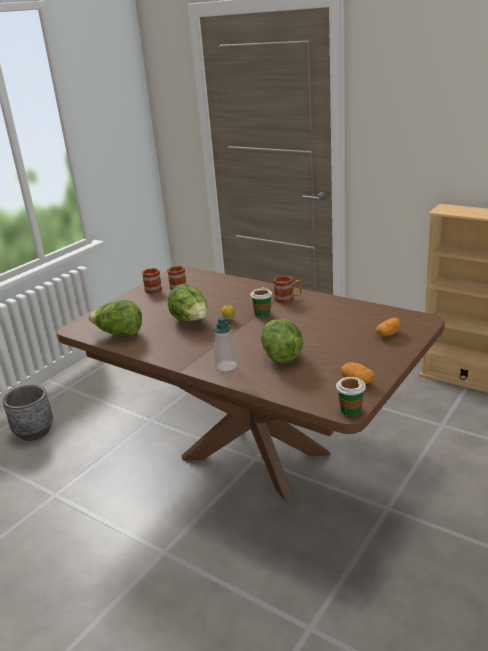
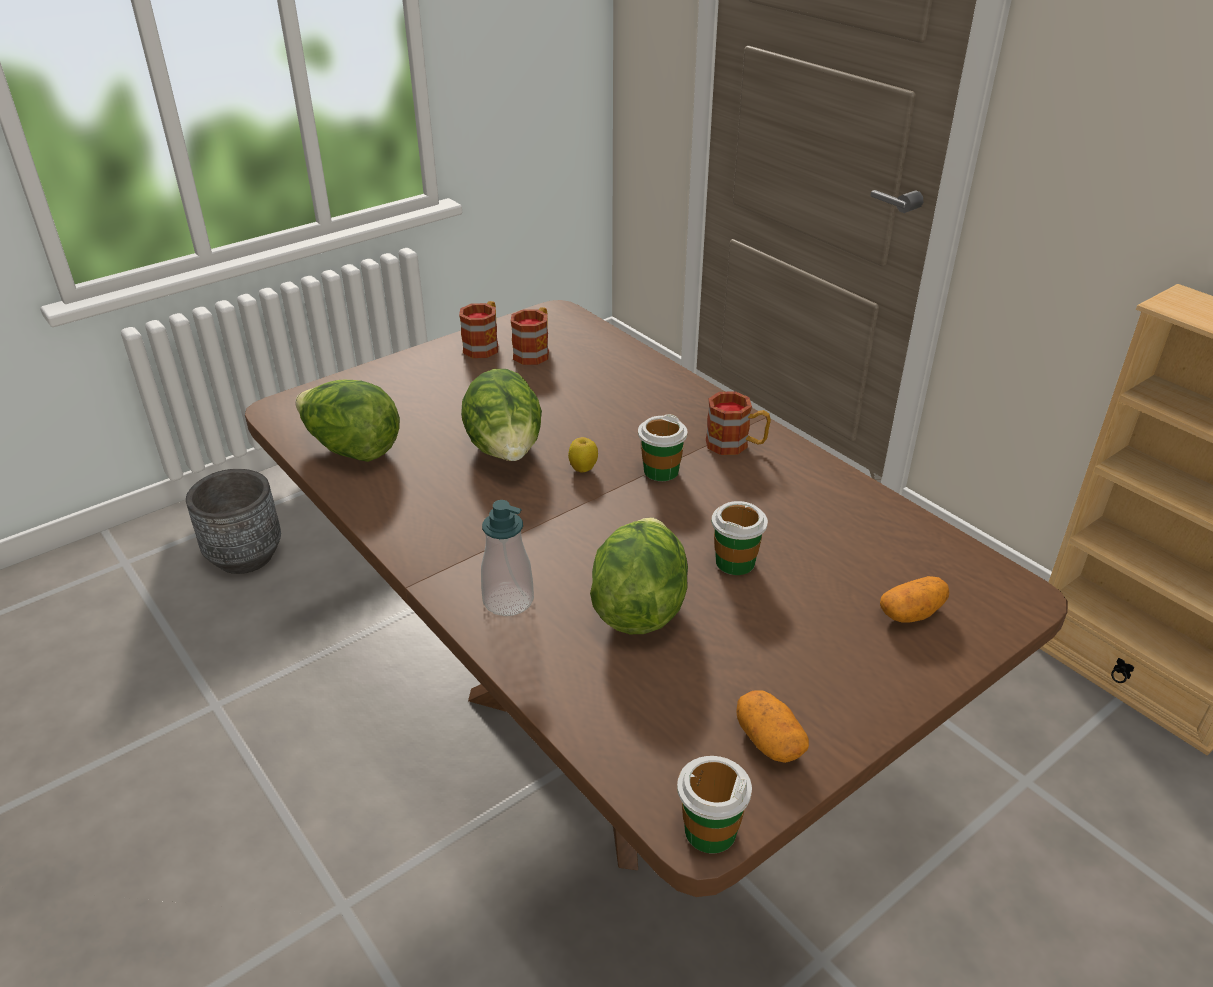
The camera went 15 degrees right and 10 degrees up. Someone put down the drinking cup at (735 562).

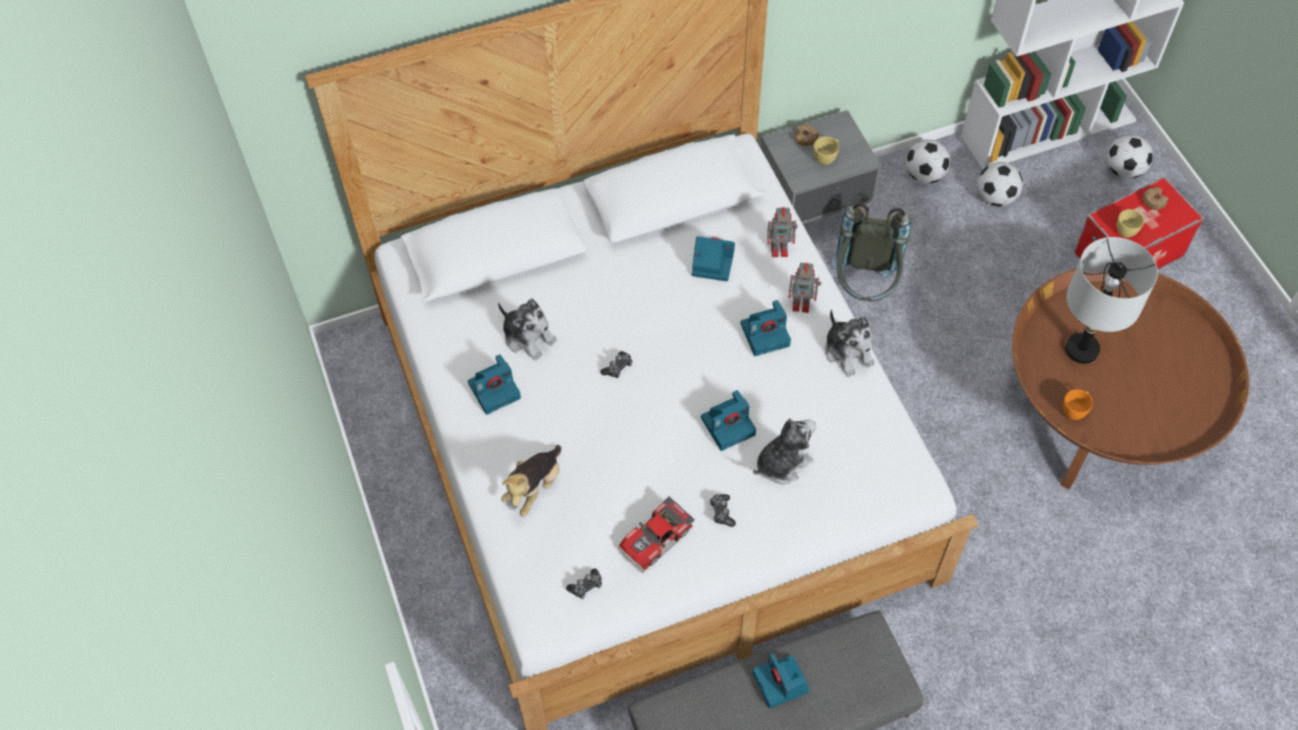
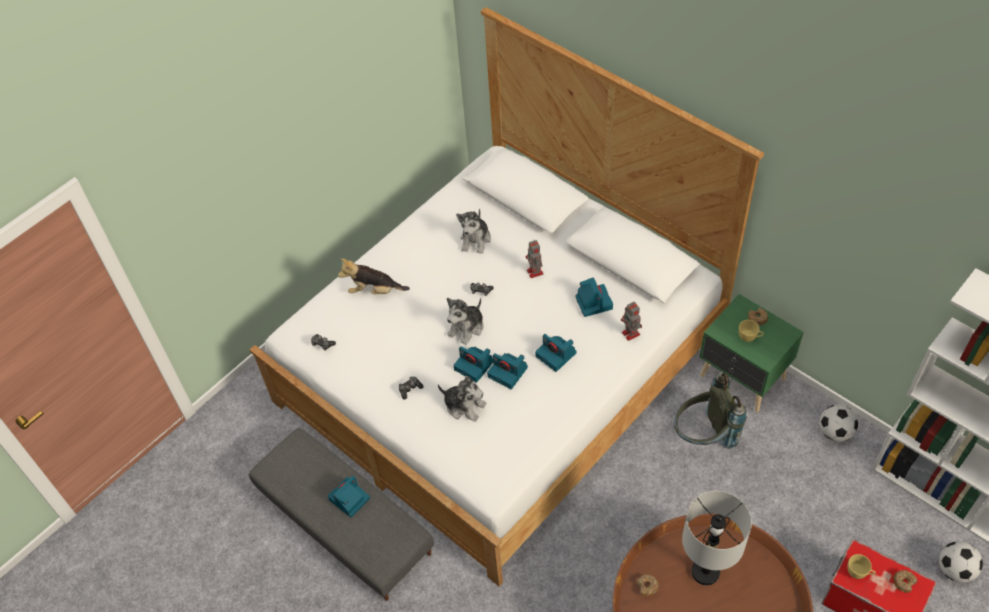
The camera went 65 degrees right and 5 degrees down. Someone carried the photo camera from (495 389) to (508 372). Someone took away the toy car at (657 540). Someone repainted the grey night table at (813 216), which became the green-coloured night table at (742 379). Someone carried the model robot from (802 304) to (535 272). Someone carried the cuddly toy from (848 352) to (467 328). Someone took away the football at (995 198). Someone swapped the orange drinking cup at (1075 410) for the ring doughnut at (647 587).

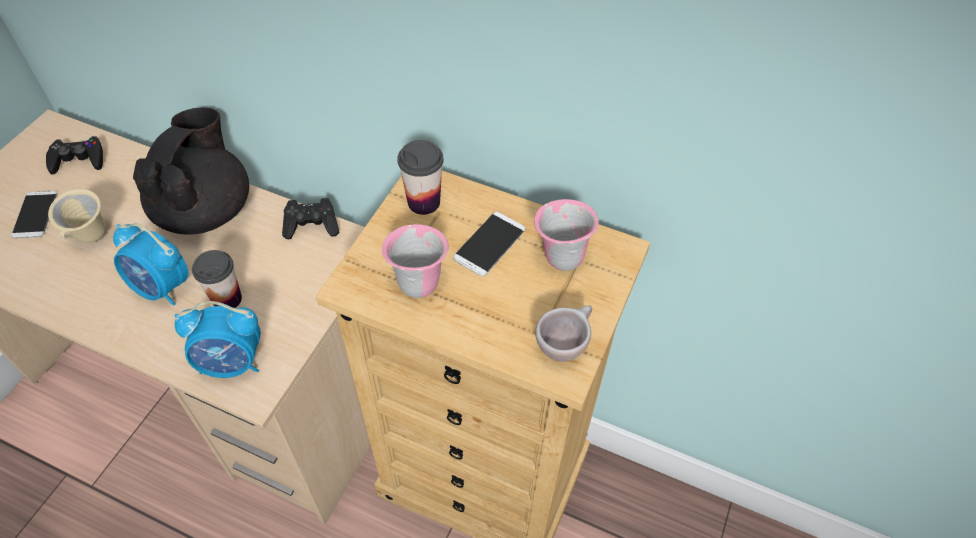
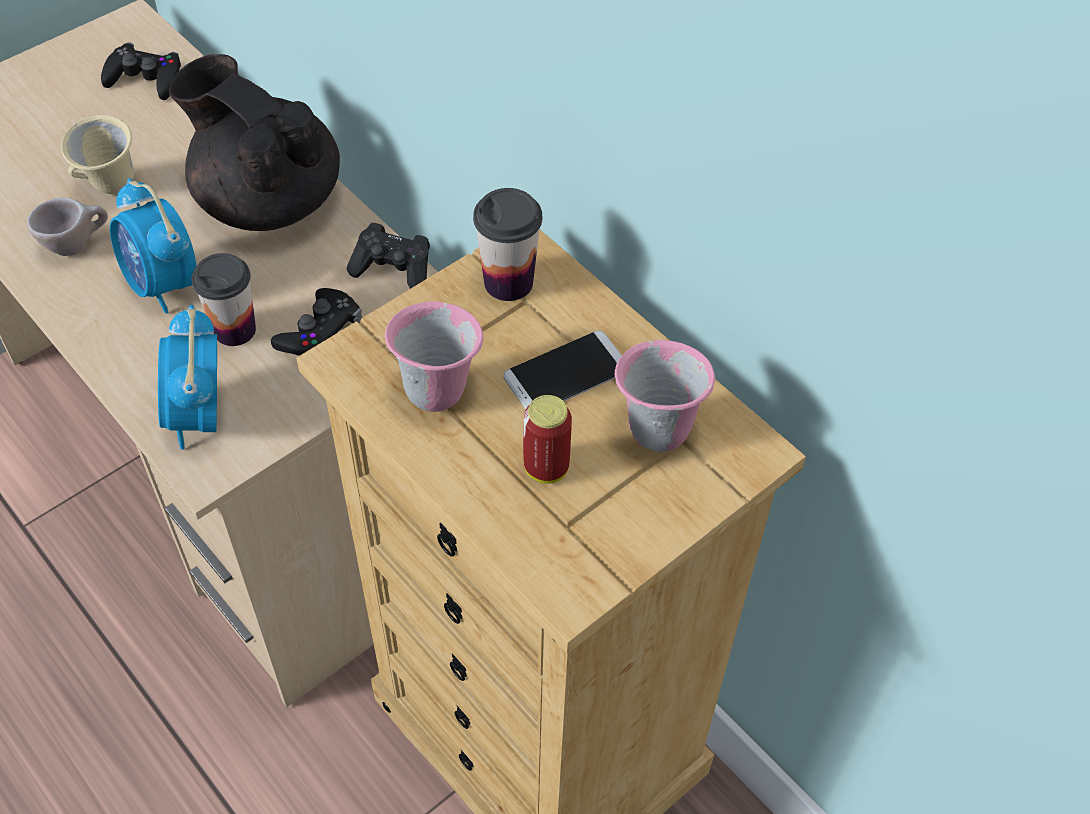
The camera went 25 degrees right and 0 degrees up. Someone took away the phone at (35 215). Someone rotated the black-coloured tea pot at (206 210) by 90 degrees counterclockwise. Someone rotated the alarm clock at (232 362) by 60 degrees clockwise. Someone carried the sand-coloured drinking cup from (564 345) to (77 245). Someone put down the black-coloured joypad at (320 332). Someone put down the sealed can at (546 468).

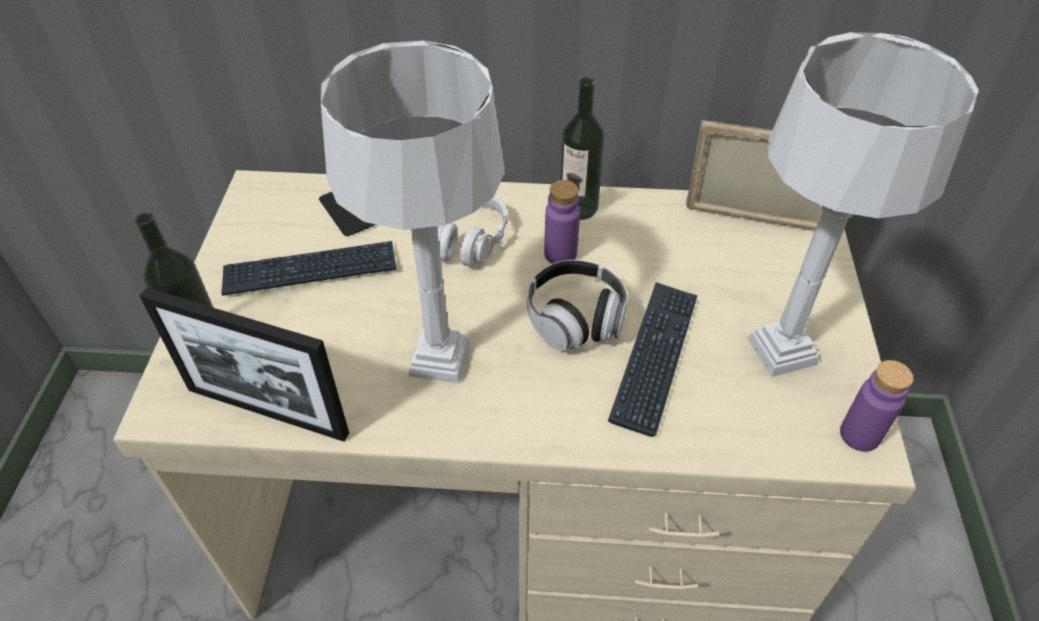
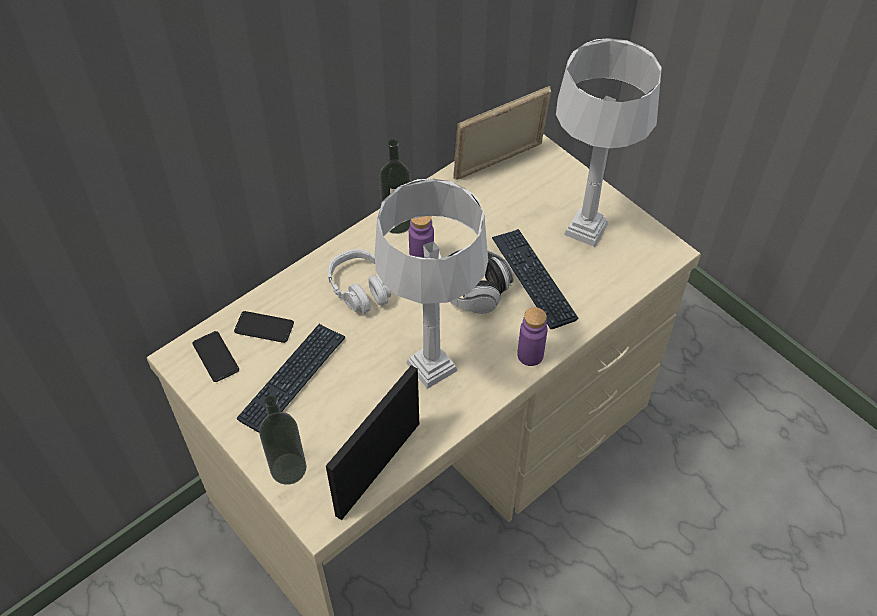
The camera went 45 degrees left and 5 degrees up. Someone rotated the photo frame at (267 411) by 150 degrees clockwise. Someone carried the purple drink bottle from (859 434) to (530 355). Someone put down the phone at (216 357).

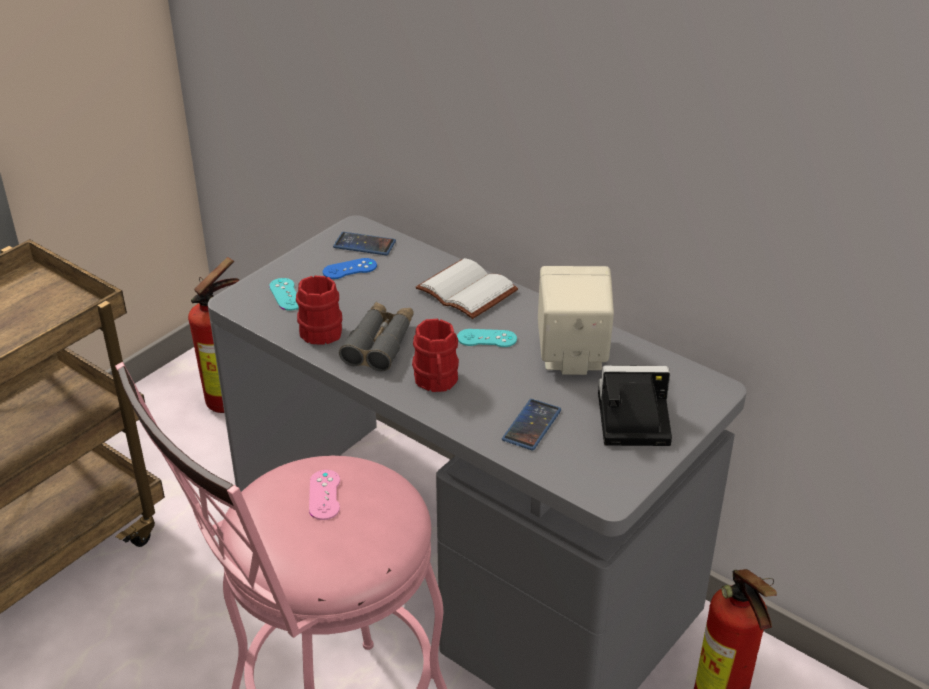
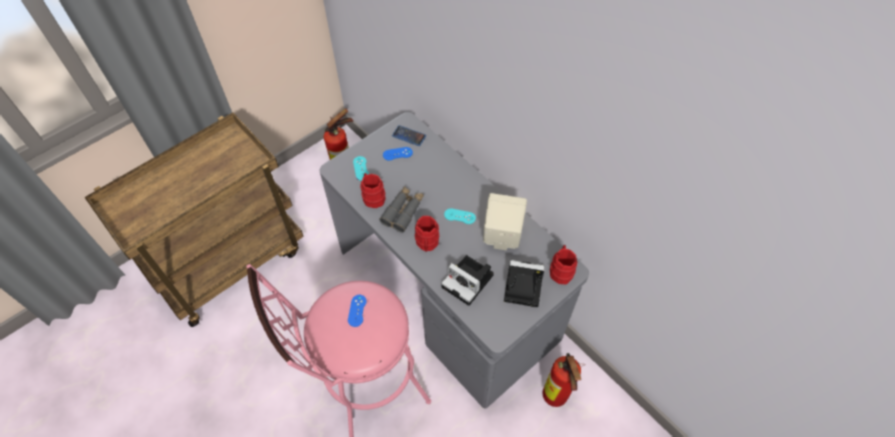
The camera went 10 degrees right and 20 degrees up. Someone repainted the pink-coloured joypad at (324 495), which became the blue-coloured joypad at (357 310). Someone took away the white volume at (464 291). Someone swapped the phone at (532 425) for the photo camera at (469 281). Someone put down the red tea mug at (561 270).

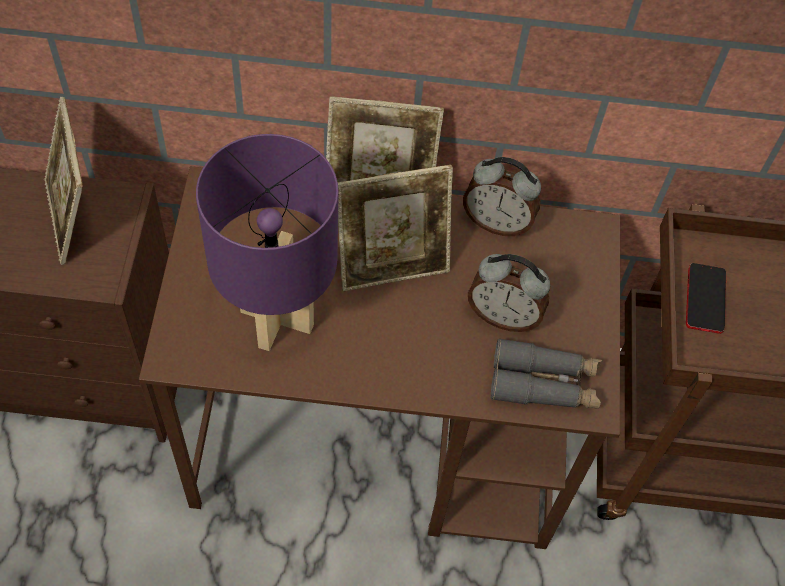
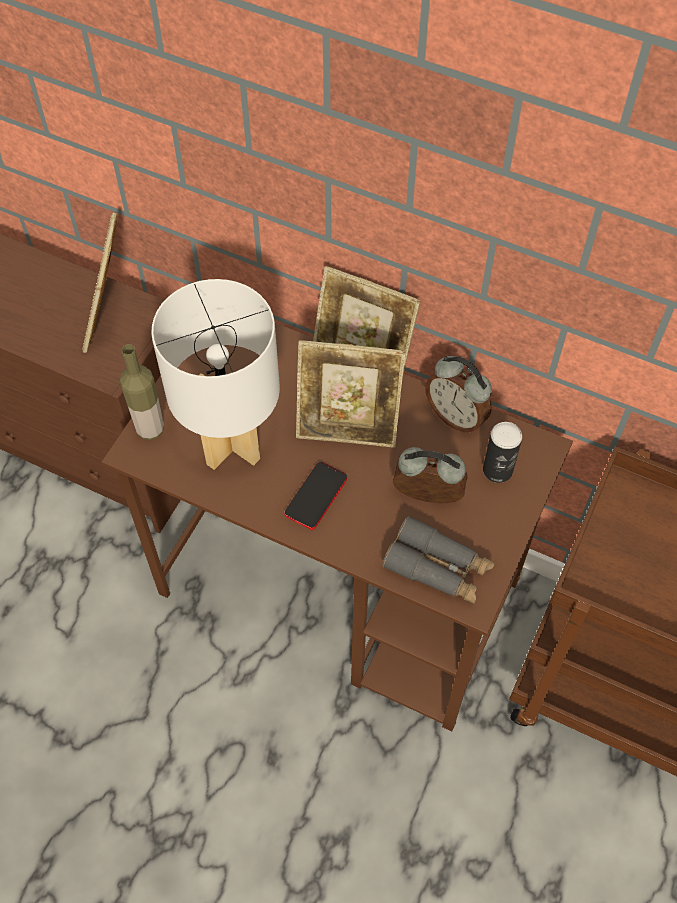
The camera went 25 degrees right and 0 degrees up. Someone repainted the purple table lamp at (277 317), which became the white table lamp at (232 443). Someone rotated the alarm clock at (503 315) by 150 degrees clockwise. Someone carried the phone from (705 299) to (316 496). Someone put down the drink bottle at (150 429). Someone put down the sealed can at (497 470).

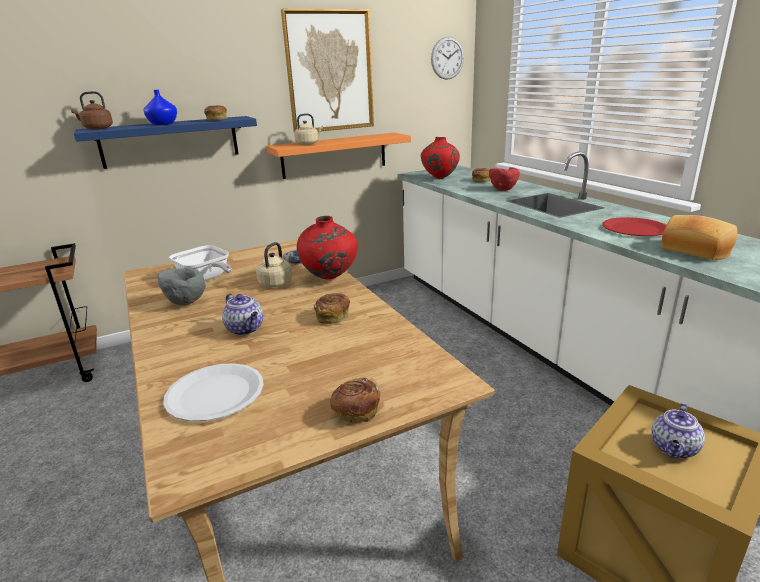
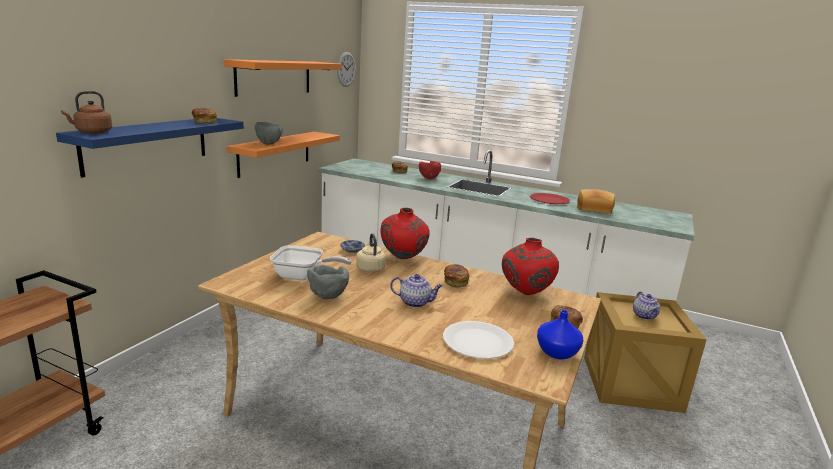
The camera went 40 degrees left and 5 degrees down. Someone carried the blue-coloured vase from (163 124) to (558 353). Someone swapped the wall picture at (329 72) for the orange shelf at (274 77). Someone swapped the sand-coloured tea kettle at (308 144) for the grey serving bowl at (269 144). Someone carried the red vase from (439 179) to (525 294).

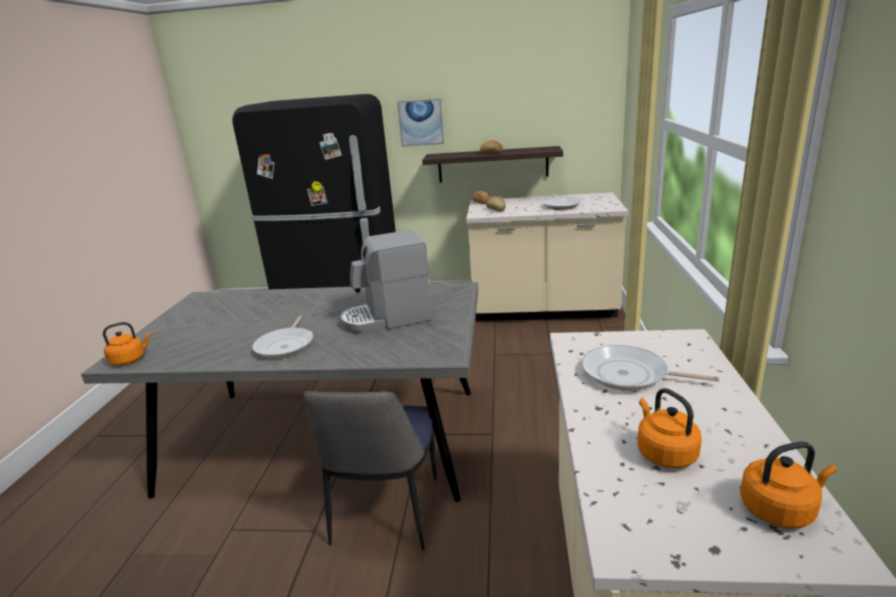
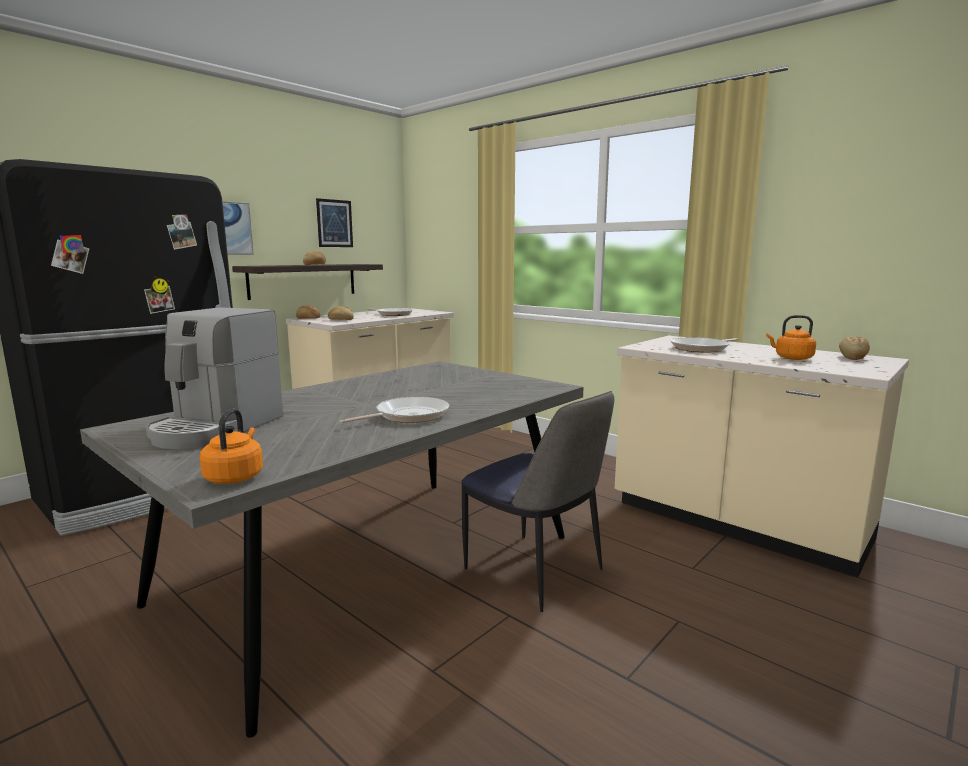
The camera went 55 degrees left and 10 degrees down. Someone rotated the frying pan at (286 345) by 75 degrees counterclockwise. Someone carried the coffee brewer from (387 318) to (216 428). Someone swapped the orange tea kettle at (780 509) for the baked bread at (852 357). Someone put up the wall picture at (334 223).

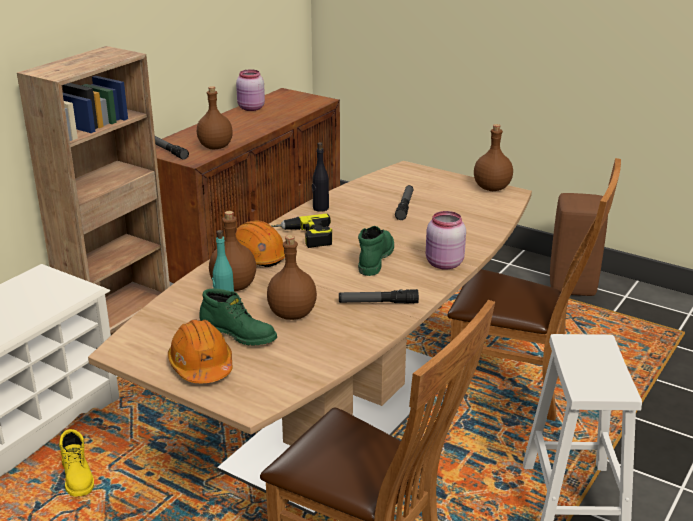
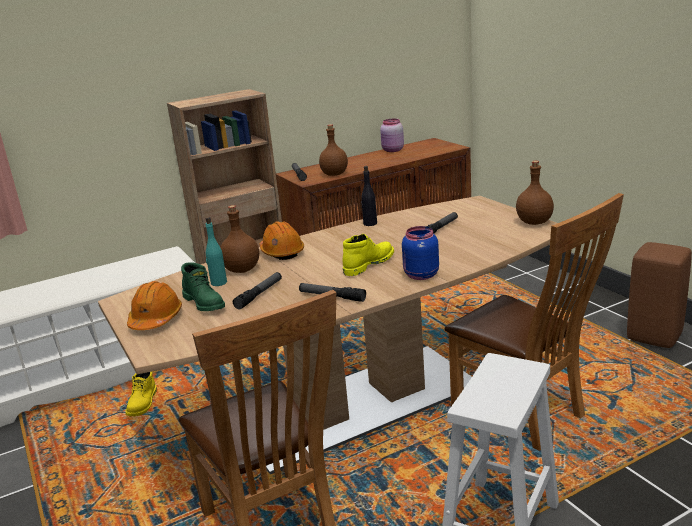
The camera went 30 degrees right and 5 degrees down. Someone swapped the brownish drink bottle at (292 313) for the hand torch at (259 294). Someone took away the power drill at (298 237). Someone repainted the green-coloured boot at (374 259), which became the yellow-coloured boot at (368 264). Someone repainted the pink-coloured storage jar at (443 264), which became the blue-coloured storage jar at (420 275).

